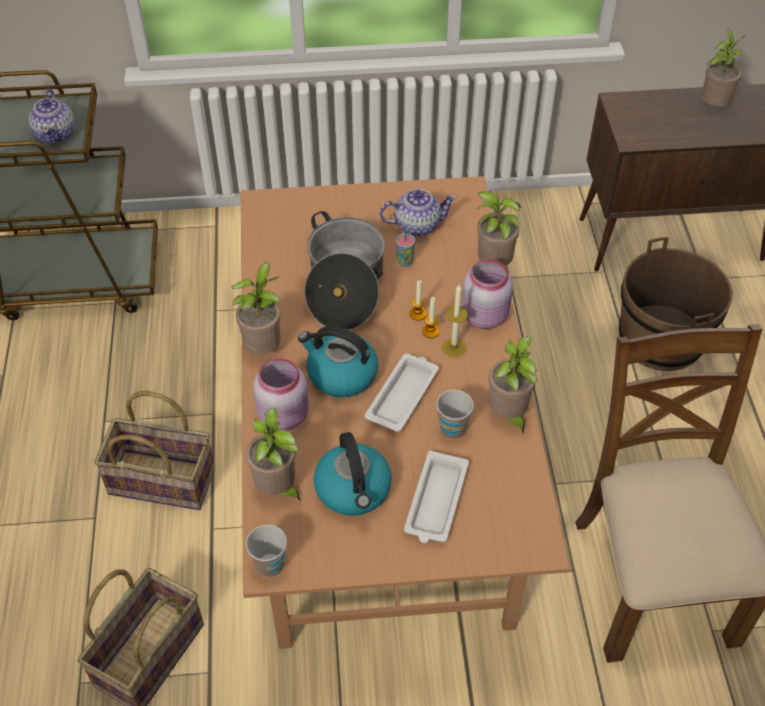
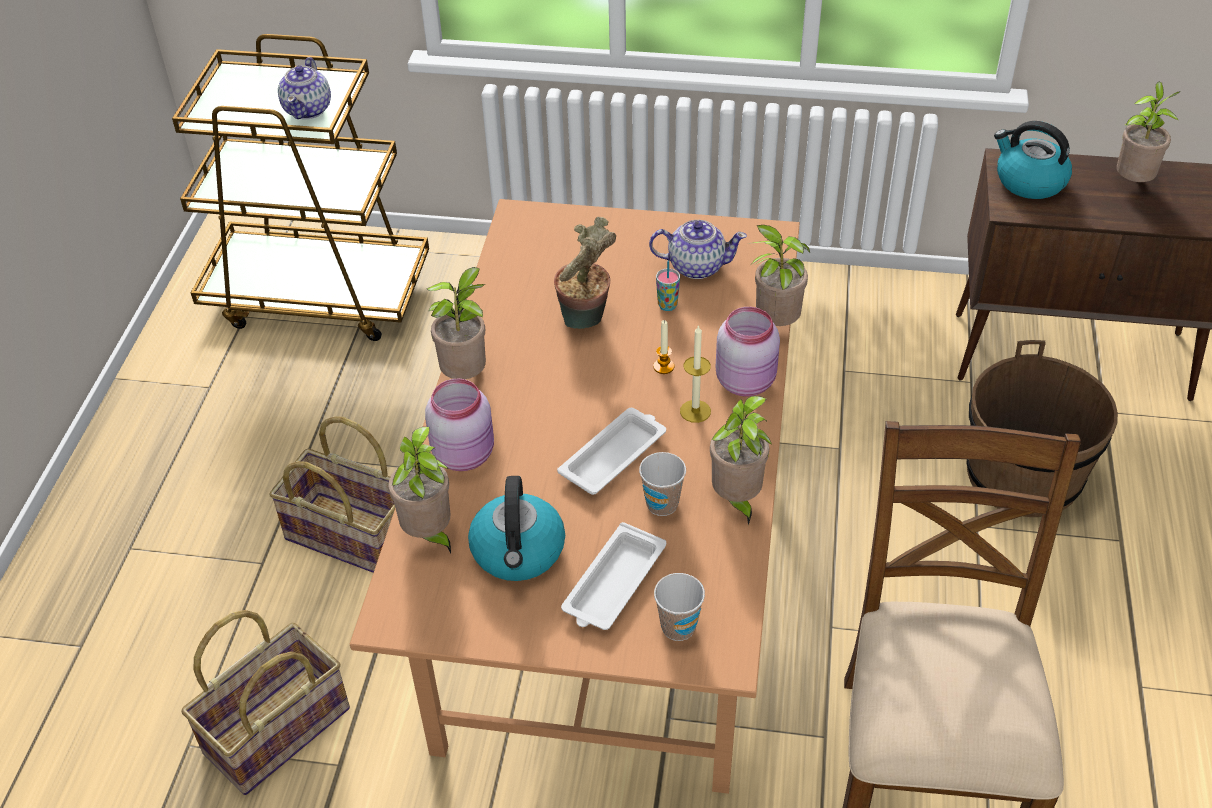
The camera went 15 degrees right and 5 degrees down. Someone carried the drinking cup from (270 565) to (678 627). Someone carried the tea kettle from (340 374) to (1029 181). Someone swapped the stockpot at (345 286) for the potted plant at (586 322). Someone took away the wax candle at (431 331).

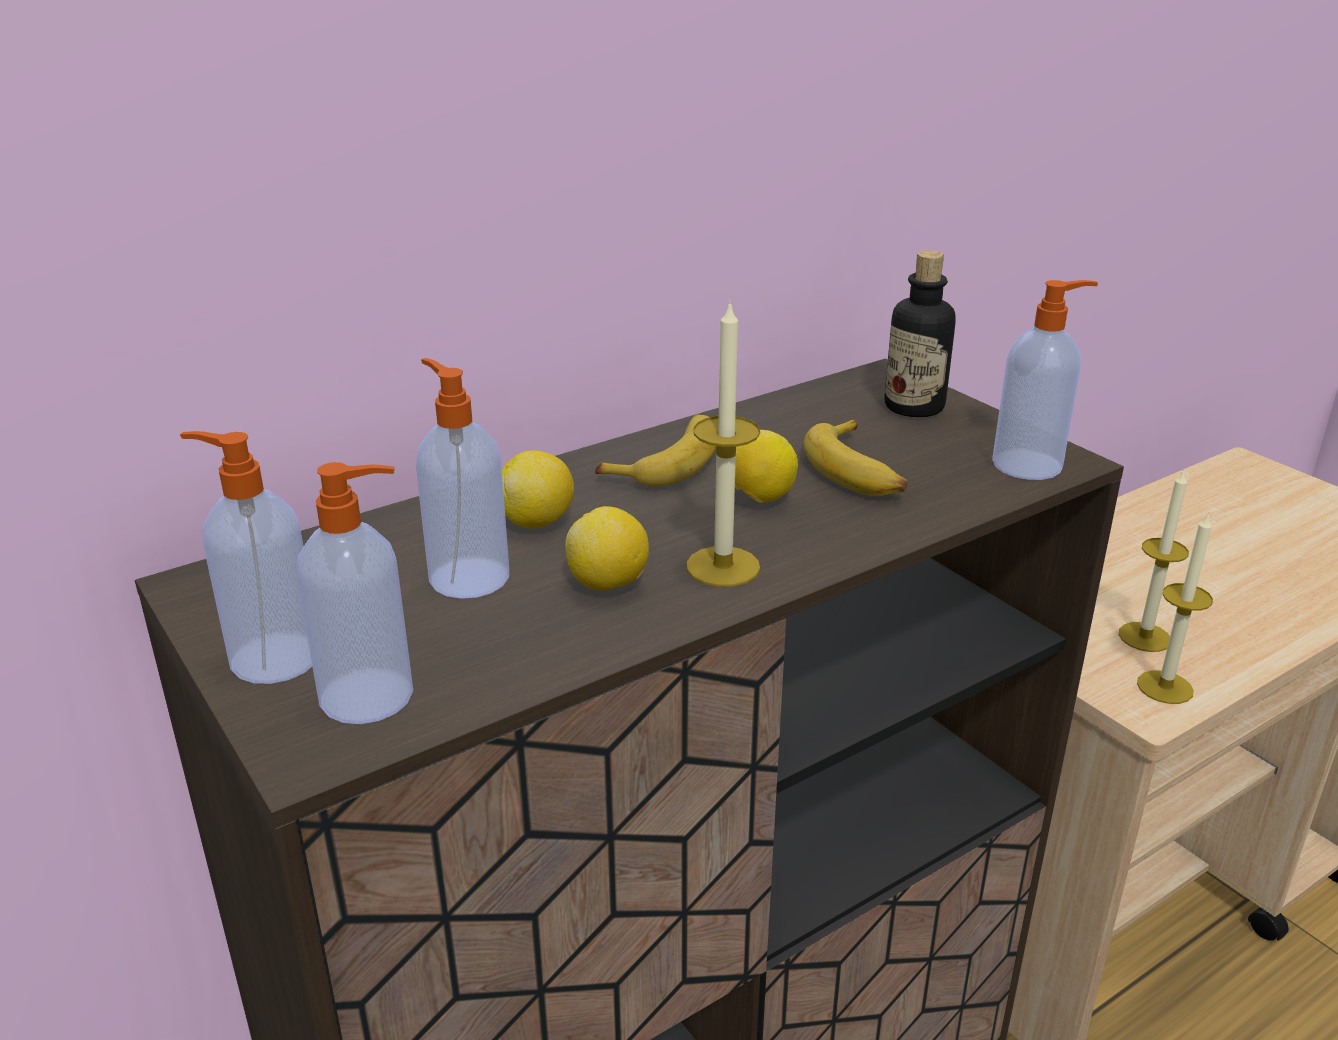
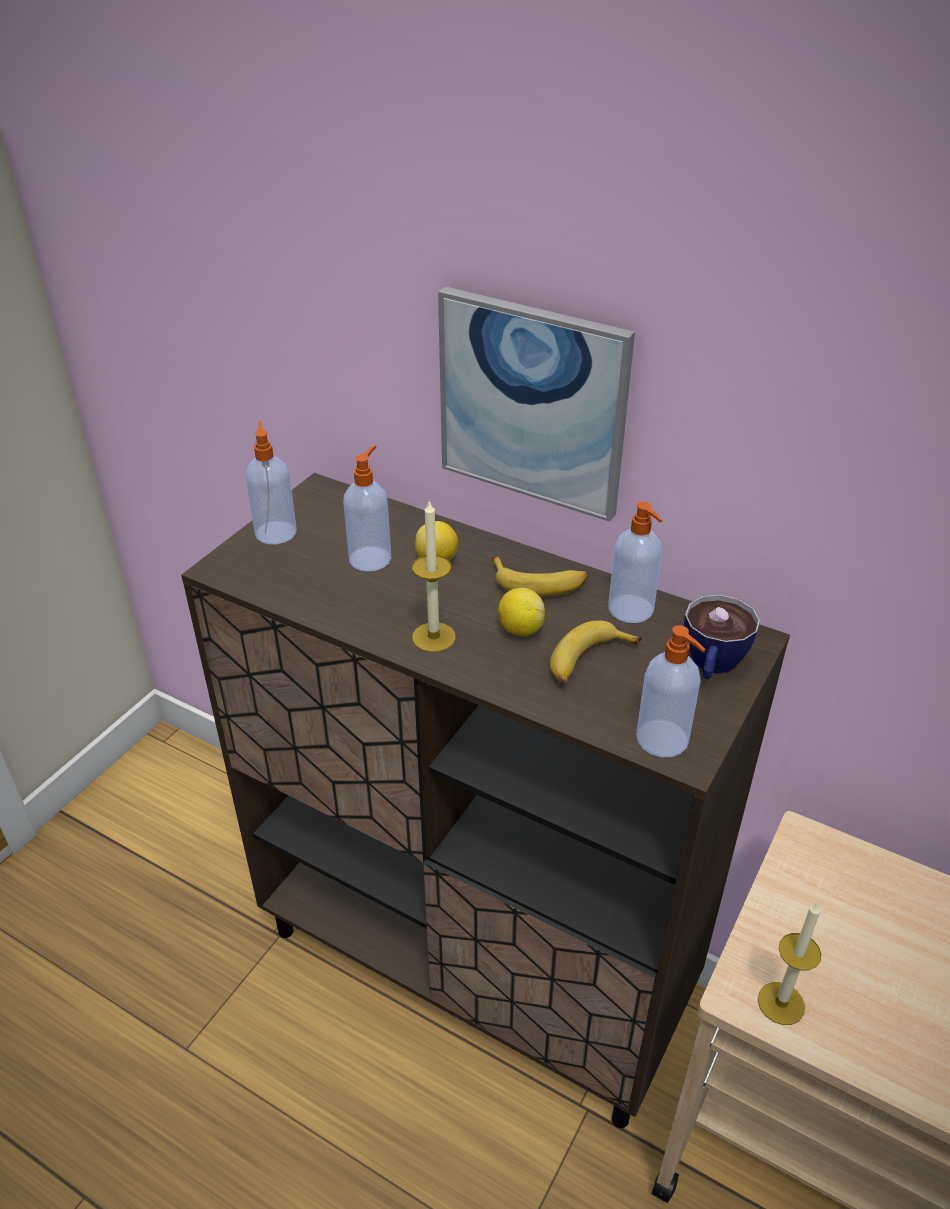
The camera went 65 degrees right and 10 degrees up. Someone carried the soap dispenser from (370 696) to (631 610). Someone took away the whole lemon at (609 583). Someone swapped the drink bottle at (914 407) for the drinking cup at (711 666). Someone took away the wax candle at (1144 637). Someone put up the wall picture at (532 403).

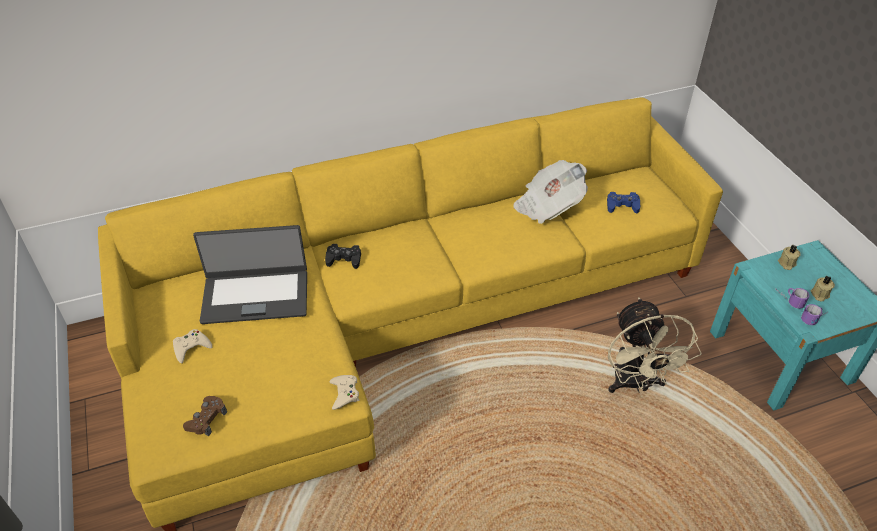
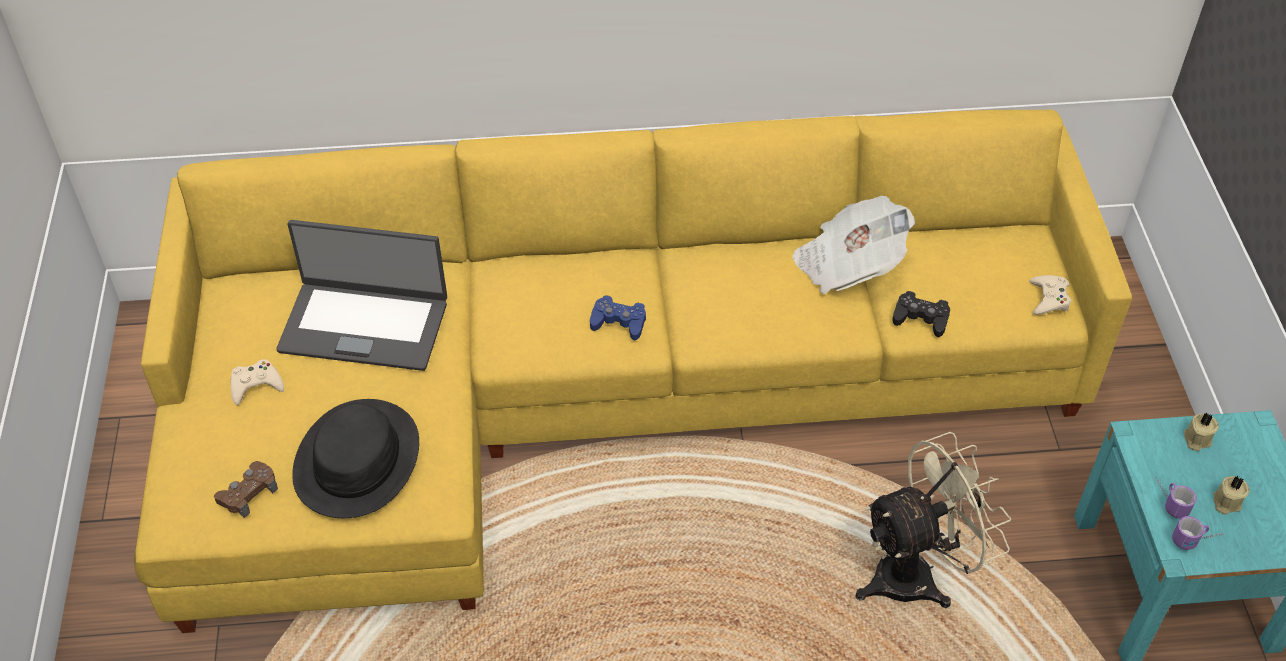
The camera went 15 degrees right and 5 degrees up. Someone carried the black-coloured joypad from (344 259) to (920 318). Someone carried the sand-coloured joypad from (344 393) to (1049 299). Someone carried the blue-coloured joypad from (622 206) to (619 322). Someone rotated the sand-coloured cooling fan at (635 384) by 120 degrees counterclockwise. Someone put down the black-coloured clothing hat at (357 460).

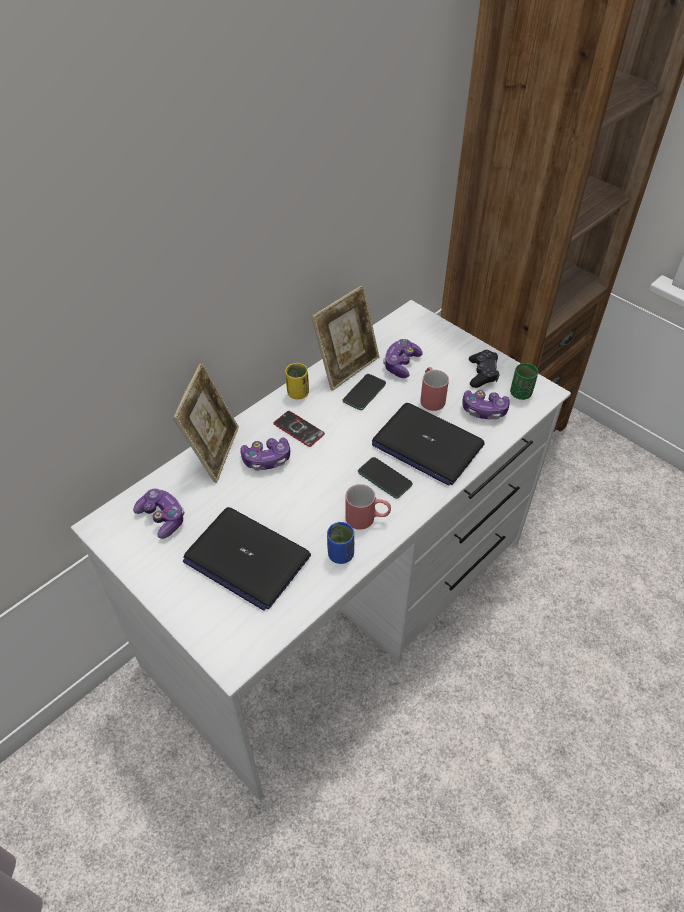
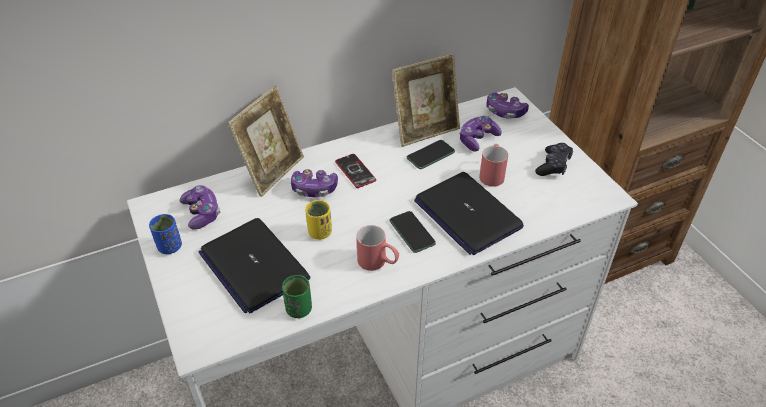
The camera went 20 degrees right and 5 degrees down. Someone carried the yellow-coloured drinking cup from (298 393) to (320 232). Someone carried the blue-coloured drinking cup from (340 554) to (169 247). Someone carried the joypad from (484 410) to (505 112). Someone carried the green-coloured drinking cup from (520 393) to (299 309).

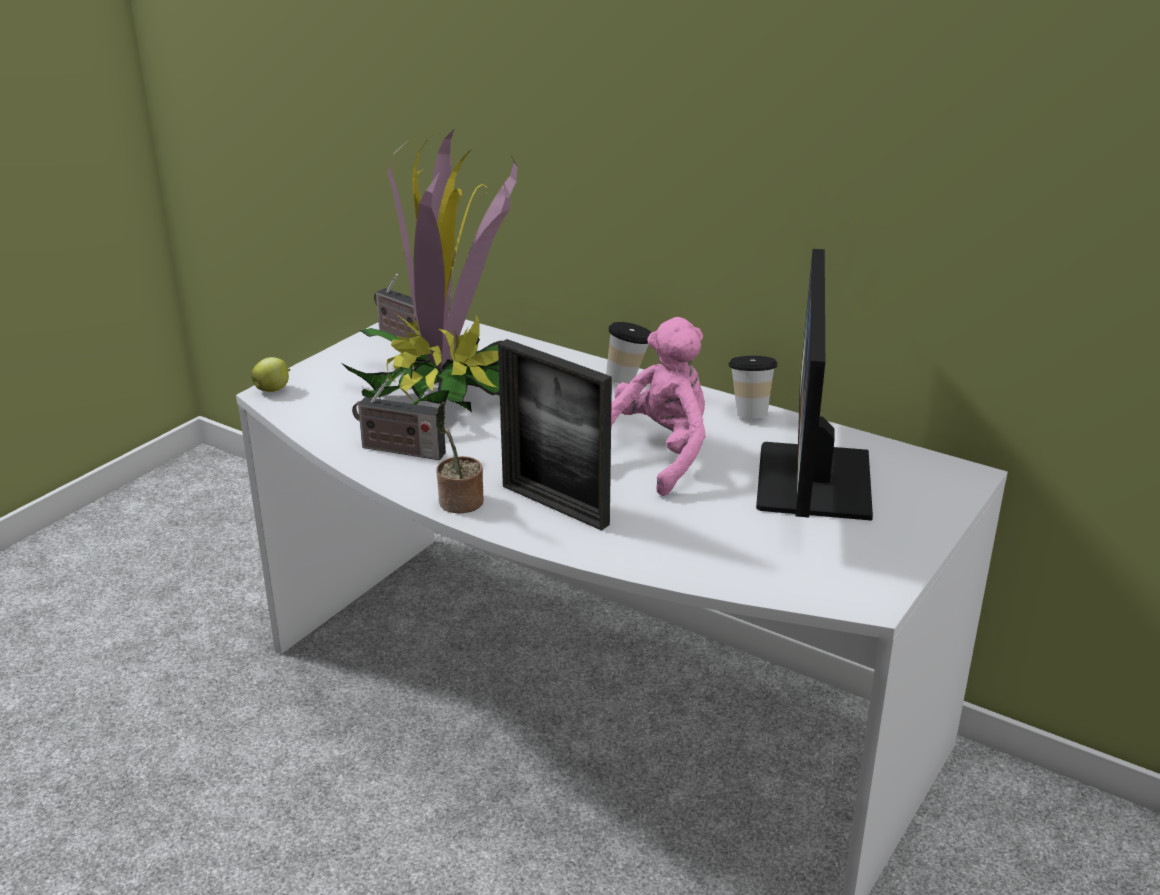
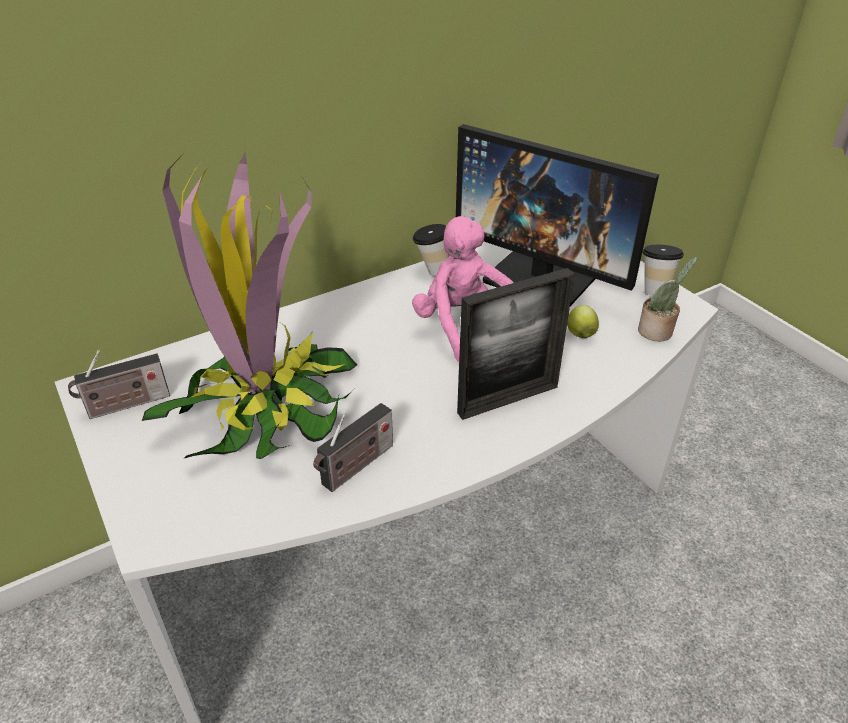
The camera went 65 degrees left and 10 degrees up. Someone carried the apple fruit from (273 390) to (580 333). Someone carried the potted plant from (459 503) to (657 332). Someone carried the drinking cup from (628 379) to (654 290).

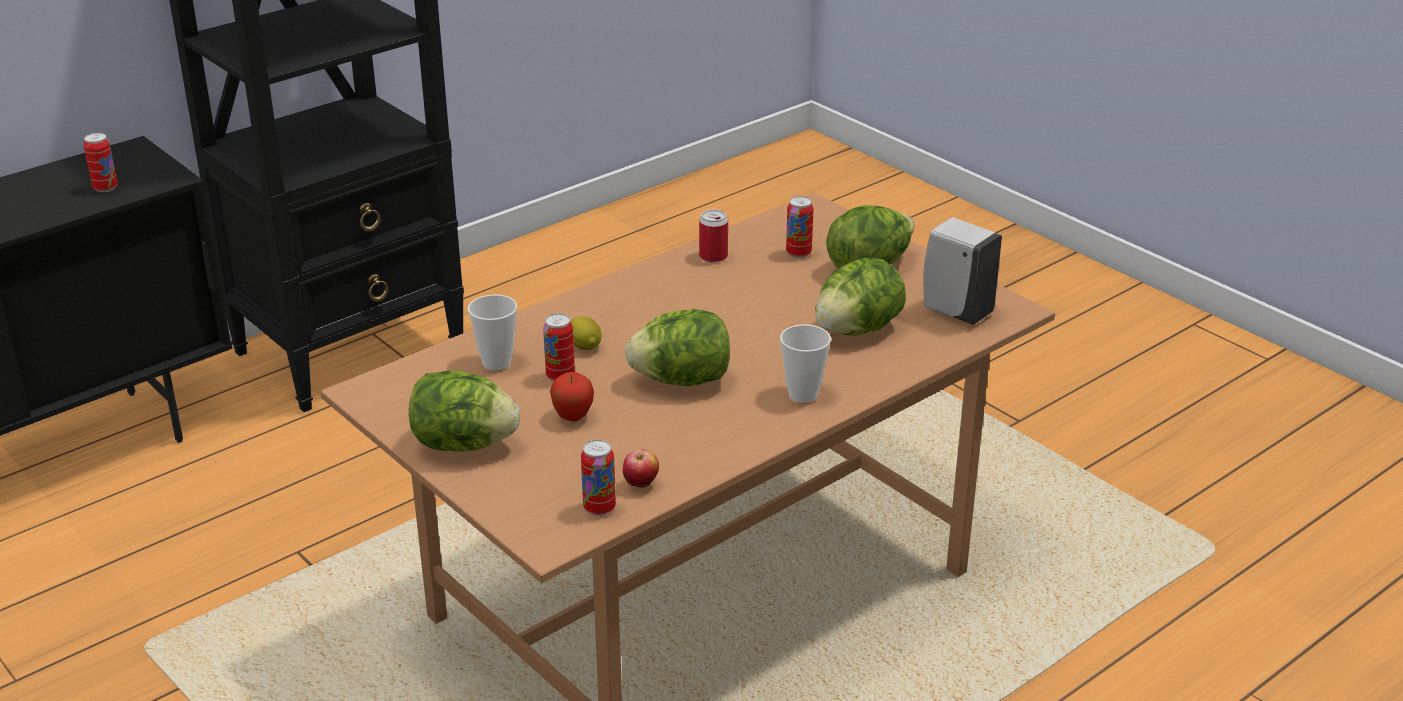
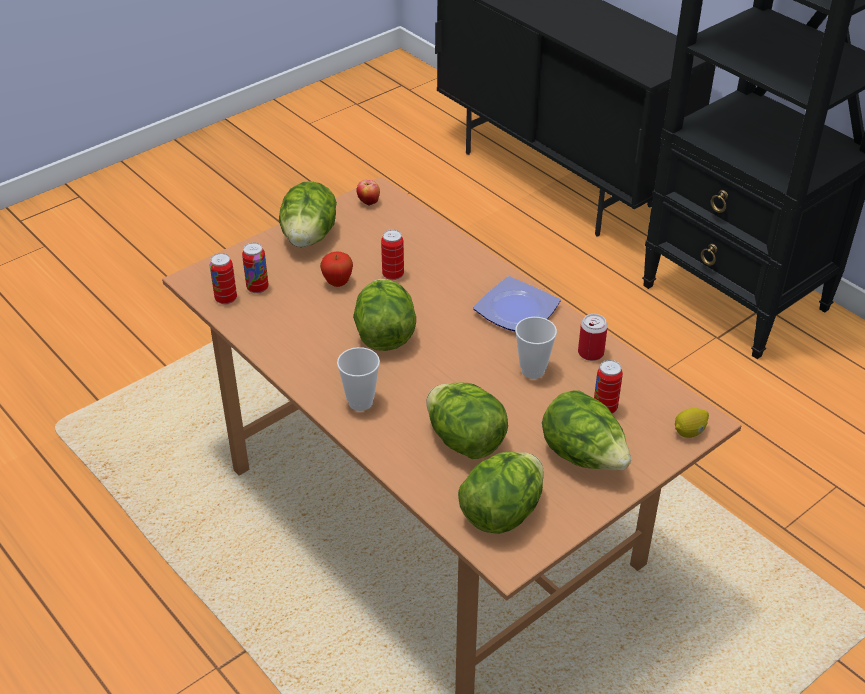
The camera went 90 degrees right and 10 degrees up. Someone carried the sealed can from (105 188) to (257 288). Someone carried the drinking cup from (496 362) to (532 370). Someone carried the whole lemon from (585 346) to (689 432). Someone carried the apple fruit from (641 485) to (368 202). Someone swapped the white soap dispenser at (955 311) for the lettuce head at (501 513). Someone put down the plate at (516 311).

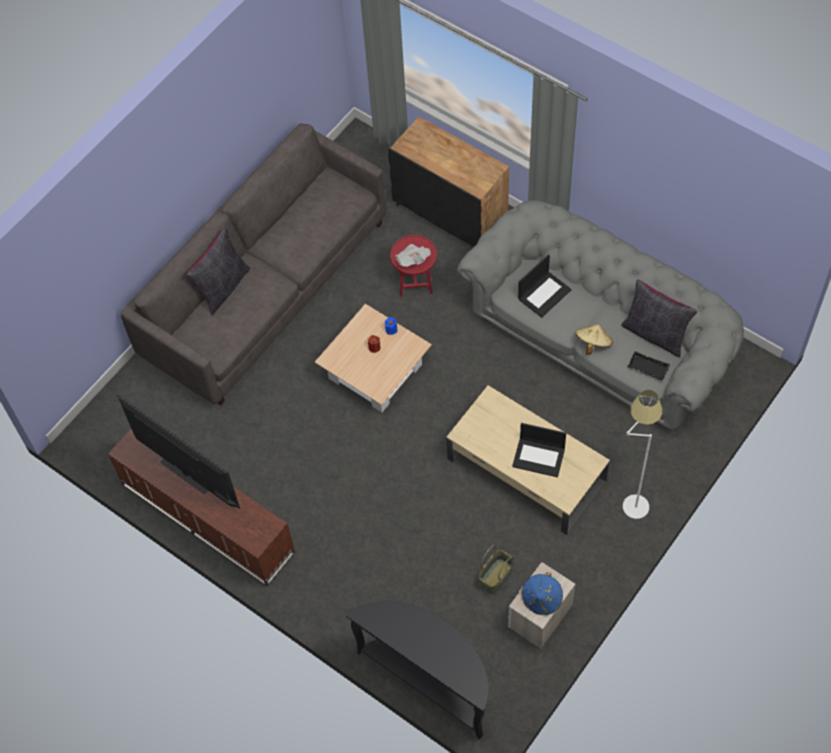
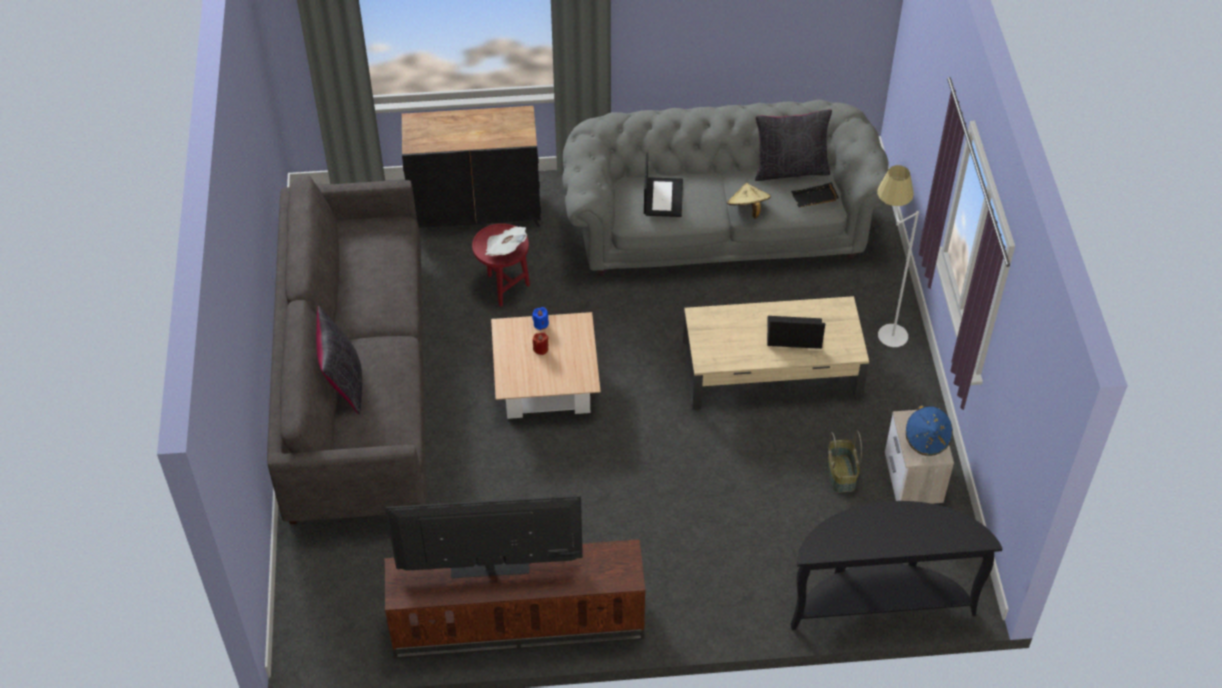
The camera went 45 degrees left and 10 degrees down. Someone rotated the laptop at (539 457) by 150 degrees counterclockwise.

